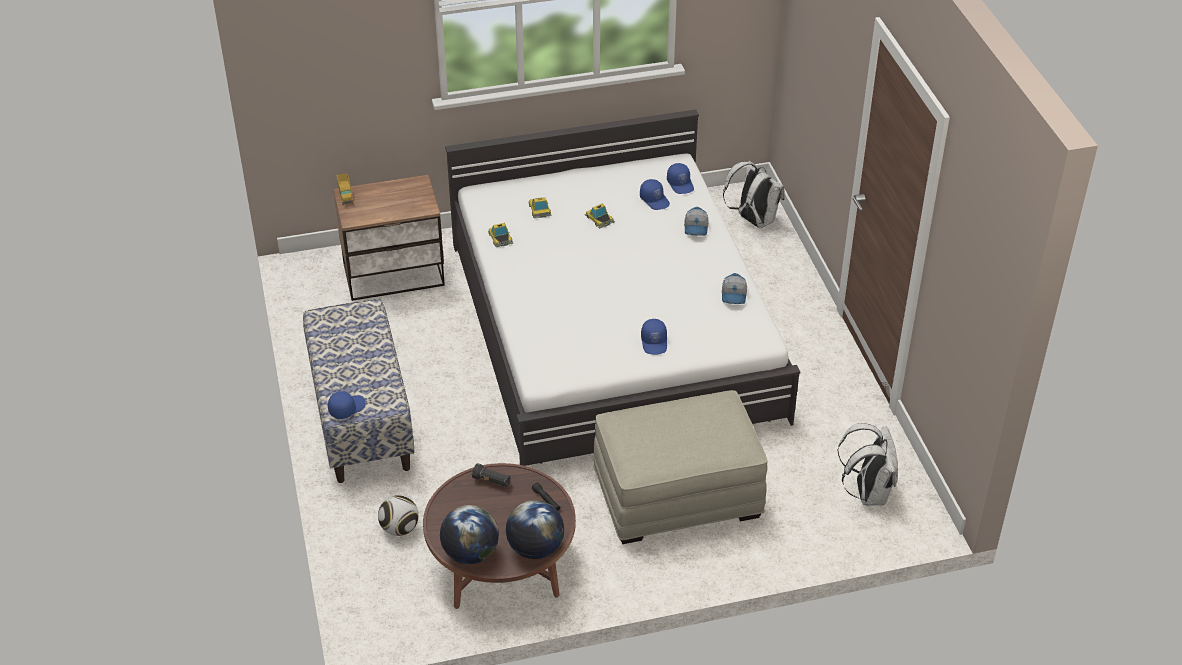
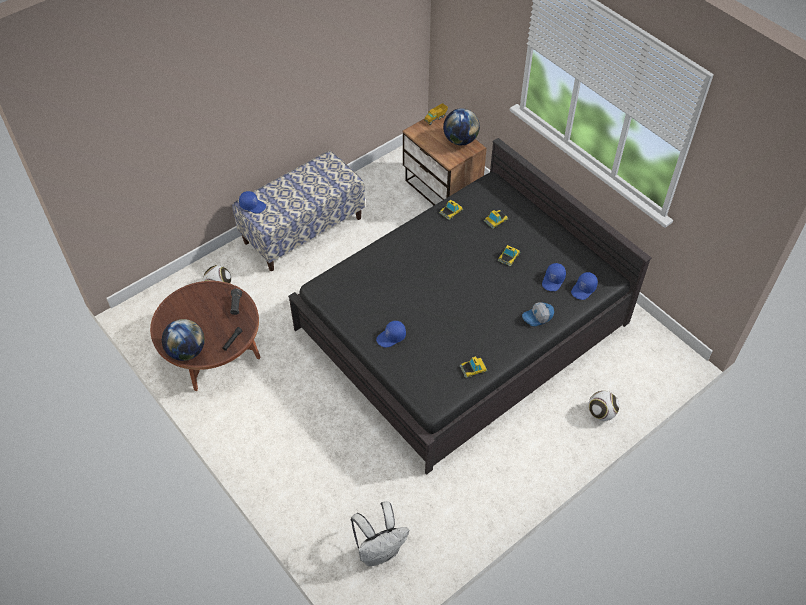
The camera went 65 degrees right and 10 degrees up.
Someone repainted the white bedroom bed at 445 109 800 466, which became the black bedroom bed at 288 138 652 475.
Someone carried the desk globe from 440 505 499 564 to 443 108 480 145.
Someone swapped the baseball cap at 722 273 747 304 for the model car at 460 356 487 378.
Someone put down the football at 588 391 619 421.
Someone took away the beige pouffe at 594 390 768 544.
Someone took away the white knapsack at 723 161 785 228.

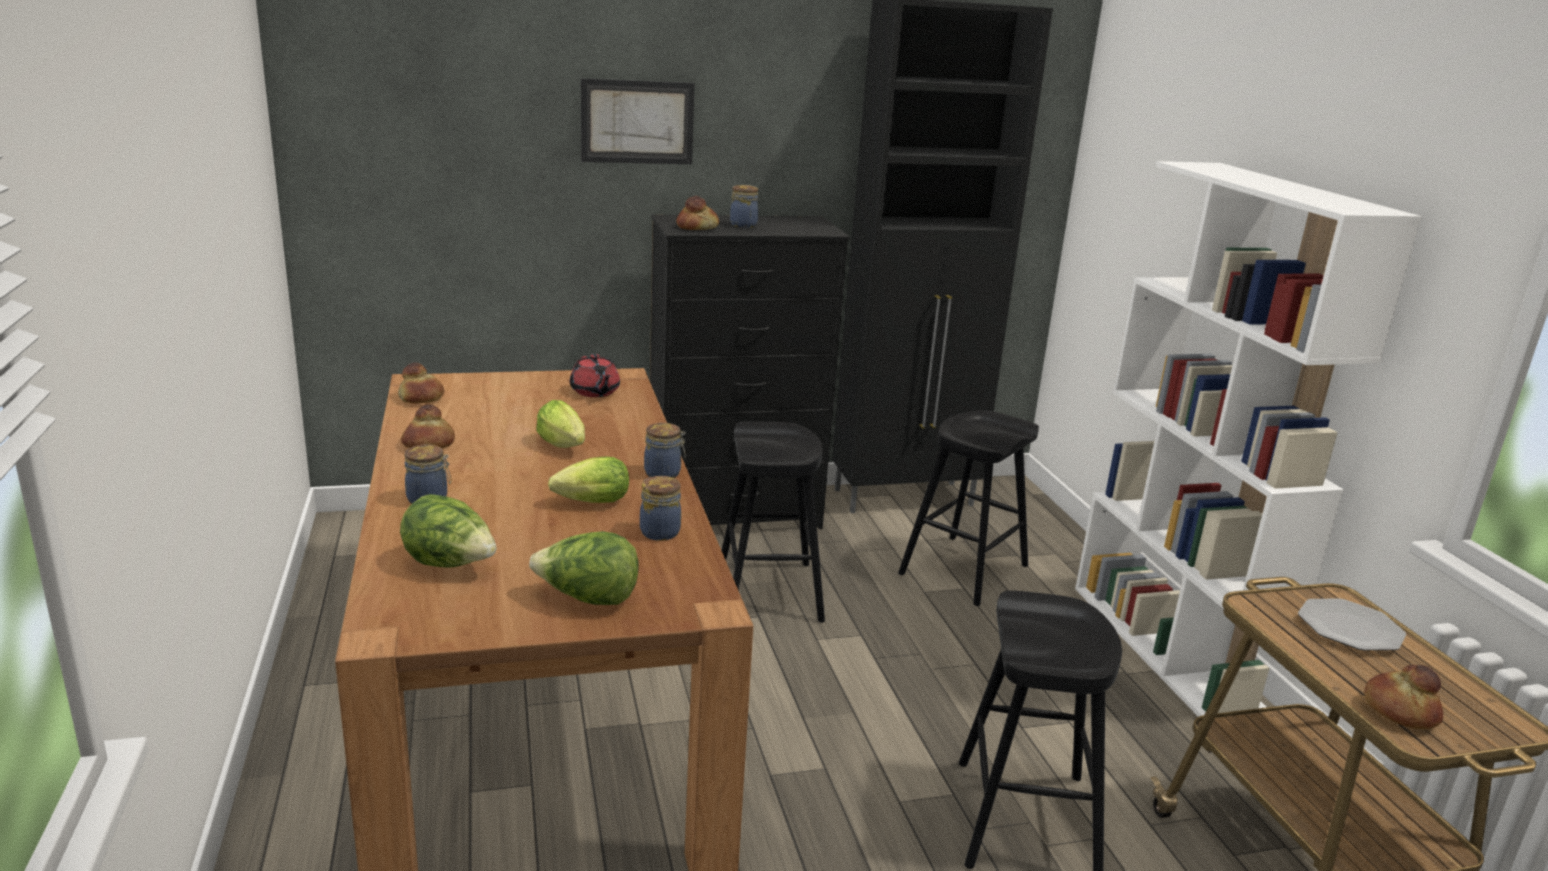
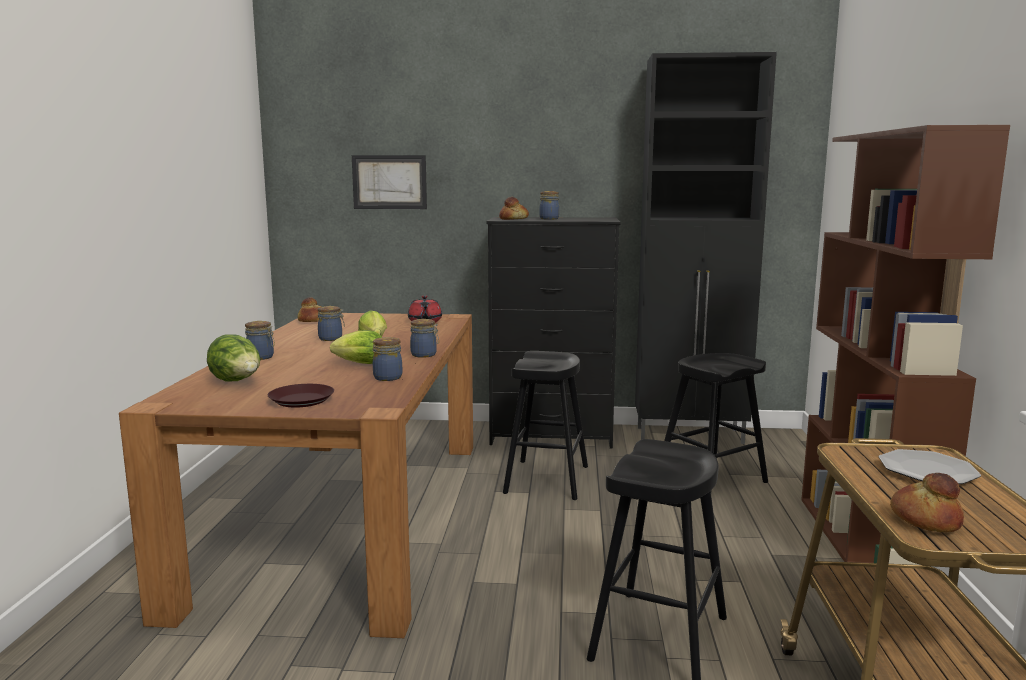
The camera went 20 degrees right and 10 degrees down.
Someone swapped the lettuce at 529 531 639 605 for the brownish flat dish at 268 384 334 407.
Someone put down the preserve jar at 318 306 345 341.
Someone carried the wall picture from 581 78 695 164 to 352 155 427 209.
Someone repainted the white bookcase at 1075 161 1422 717, which became the brownish bookcase at 801 125 1010 575.
Someone took away the bakery bread at 401 405 455 448.

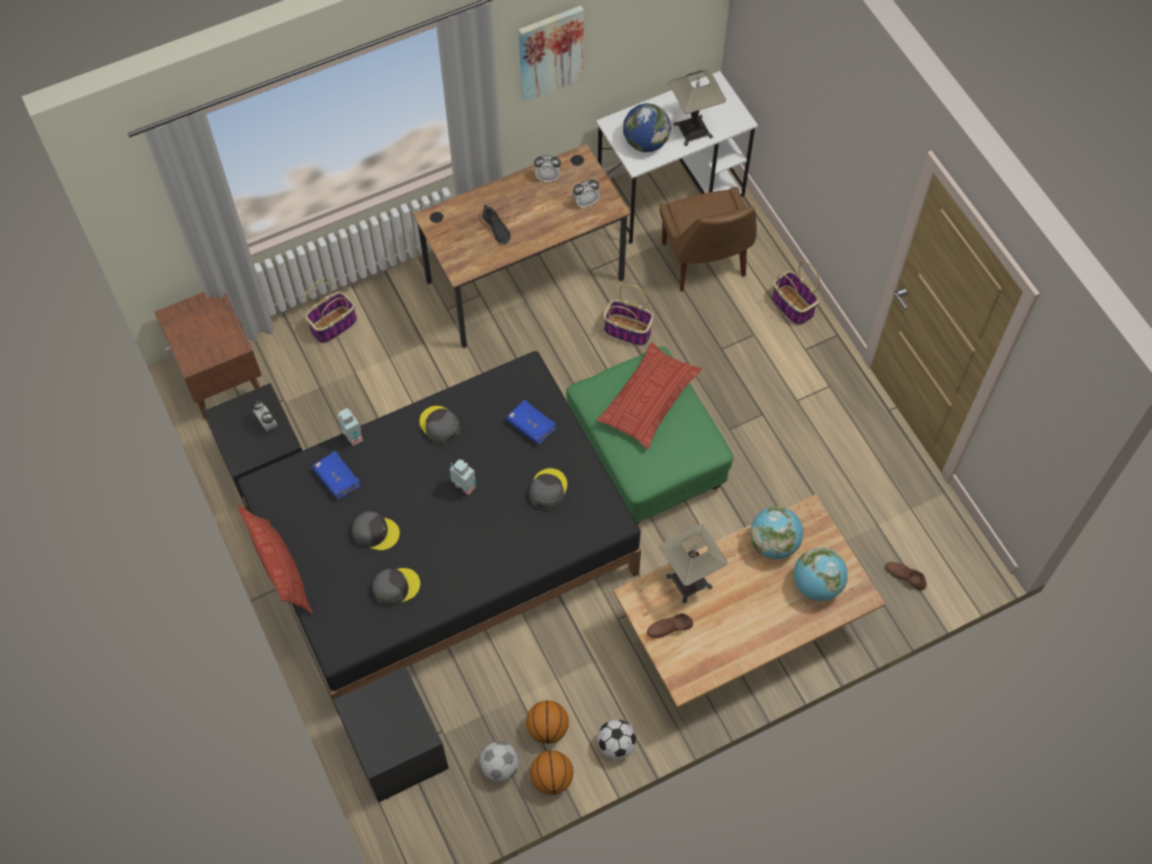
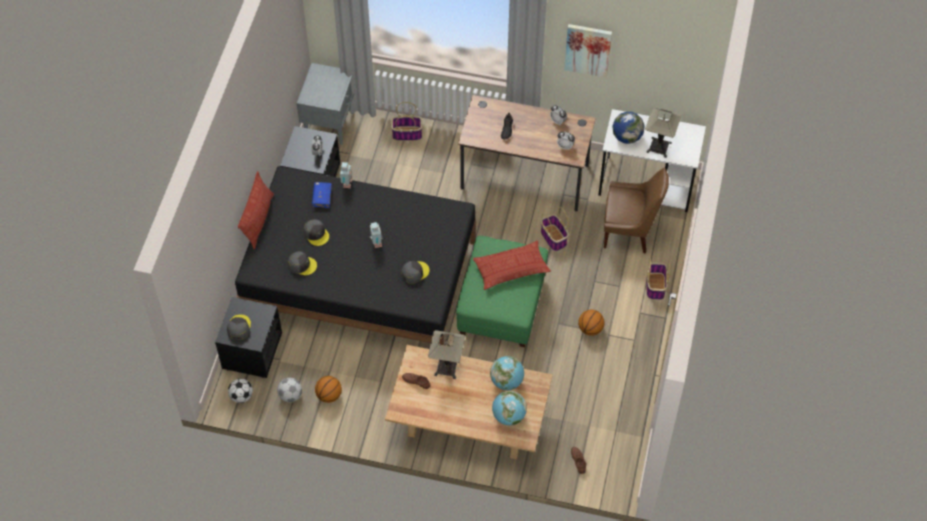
The camera went 40 degrees right and 5 degrees down.
Someone carried the gray baseball cap from 420 406 460 445 to 227 314 251 340.
Someone carried the football from 597 720 636 760 to 228 378 253 403.
Someone repainted the brownish nightstand at 155 292 262 420, which became the gray nightstand at 297 63 354 145.
Someone carried the ball for basketball from 530 750 573 795 to 578 310 605 336.
Someone rotated the brownish chair at 660 187 757 291 by 105 degrees counterclockwise.
Someone took away the blue-coloured volume at 506 400 556 445.

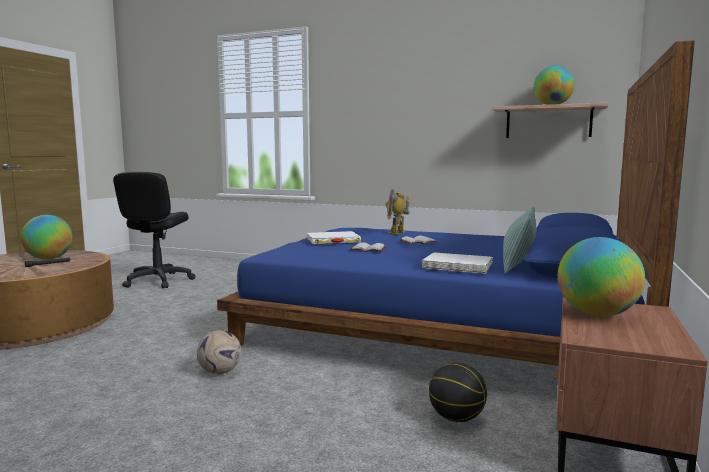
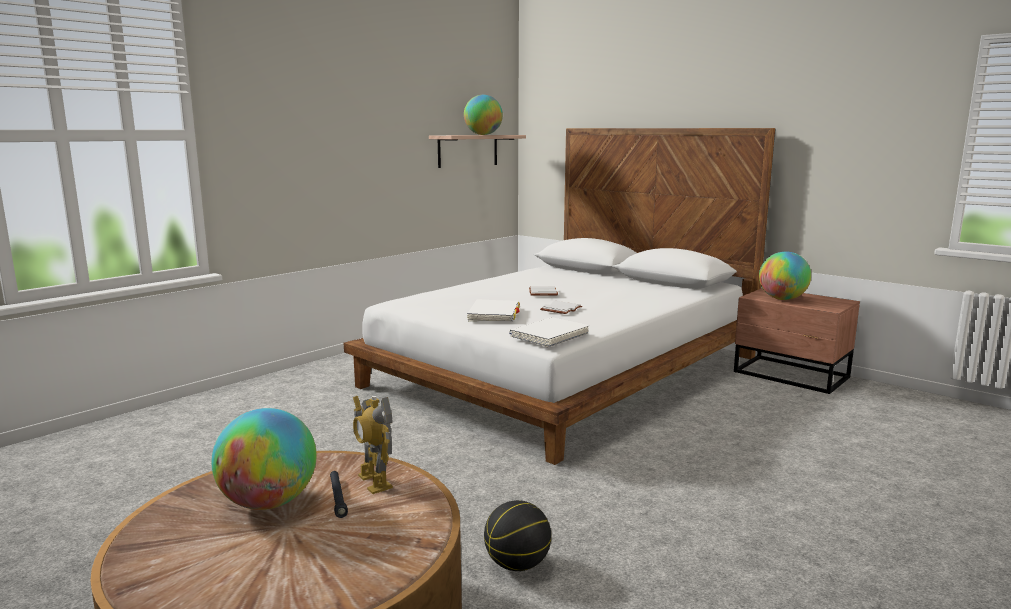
The camera went 70 degrees left and 5 degrees up.
Someone repainted the blue-coloured bedroom bed at 217 40 695 366, which became the white bedroom bed at 344 128 775 465.
Someone carried the model robot from 385 189 410 235 to 353 396 393 494.
Someone carried the ball for basketball from 429 363 487 422 to 484 500 551 571.
Someone carried the white volume from 422 252 493 274 to 509 317 589 348.
Someone took away the black desk chair at 113 172 195 288.
Someone took away the football at 197 330 242 374.
Someone took away the throw pillow at 503 207 536 274.

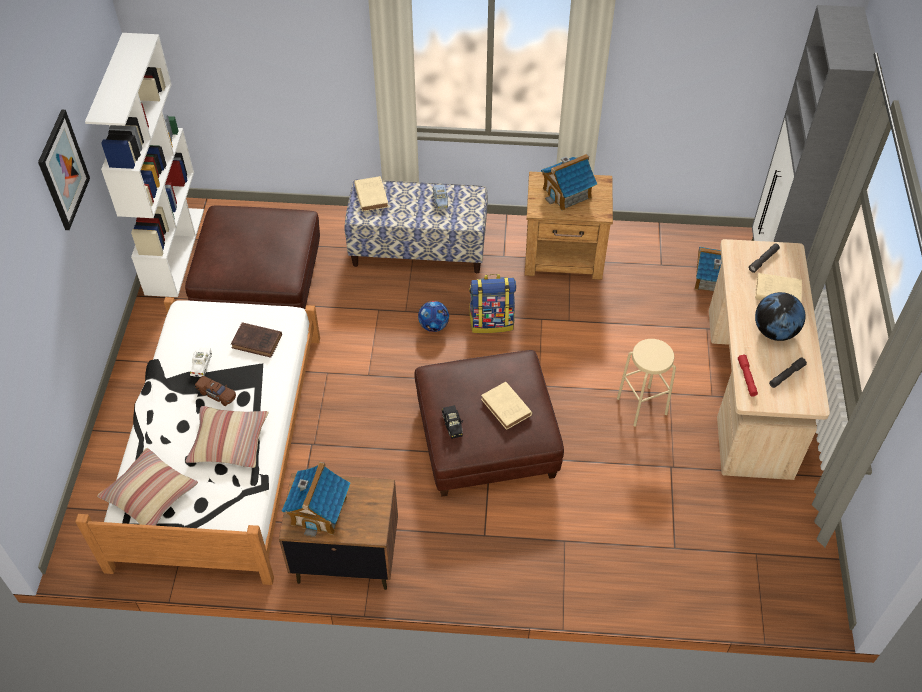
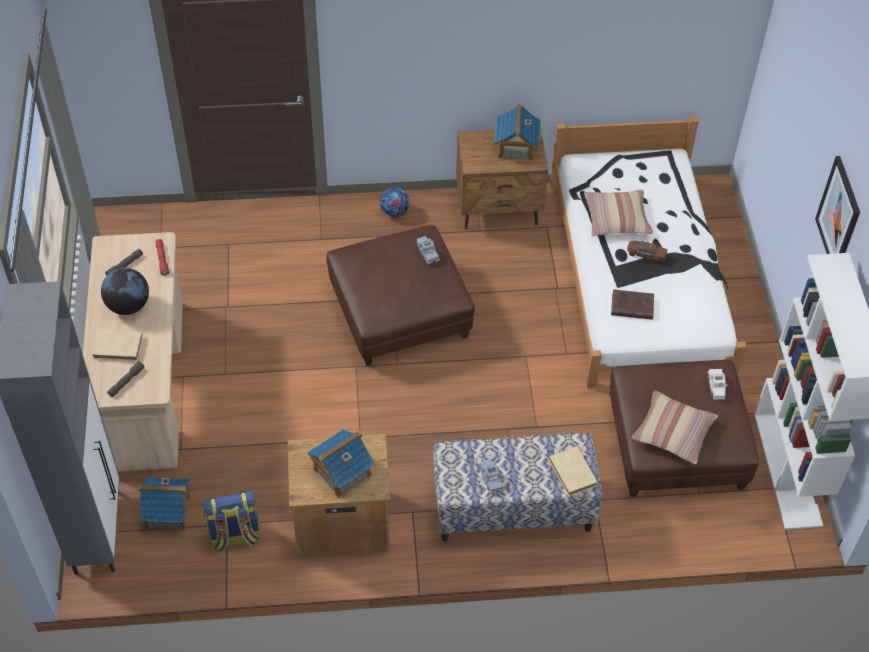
The camera went 170 degrees right and 0 degrees up.
Someone carried the knapsack from 469 274 516 333 to 202 491 262 552.
Someone carried the football from 418 301 449 332 to 380 187 409 217.
Someone repainted the black model car at 442 405 463 439, which became the blue-coloured model car at 417 236 440 264.
Someone carried the throw pillow from 97 448 198 526 to 632 390 718 464.
Someone carried the white model car from 190 347 212 377 to 708 369 728 399.
Someone took away the beige volume at 481 382 532 430.
Someone took away the beige stool seat at 617 339 676 427.

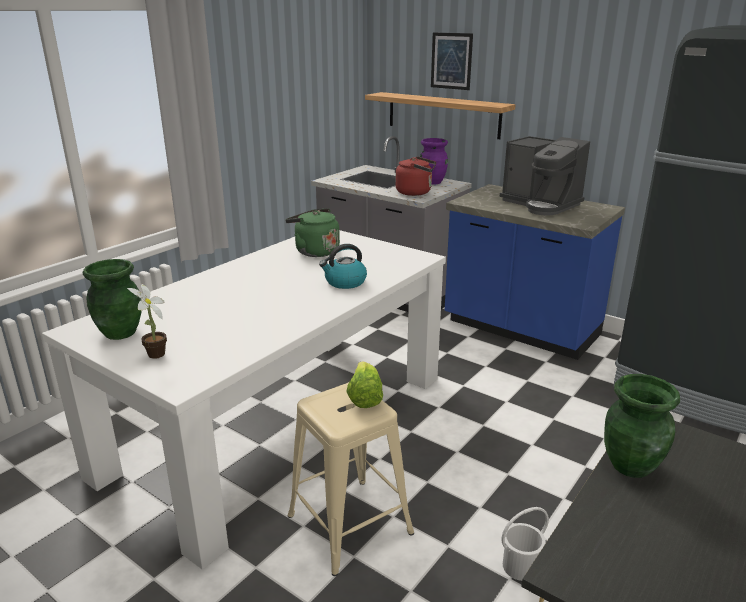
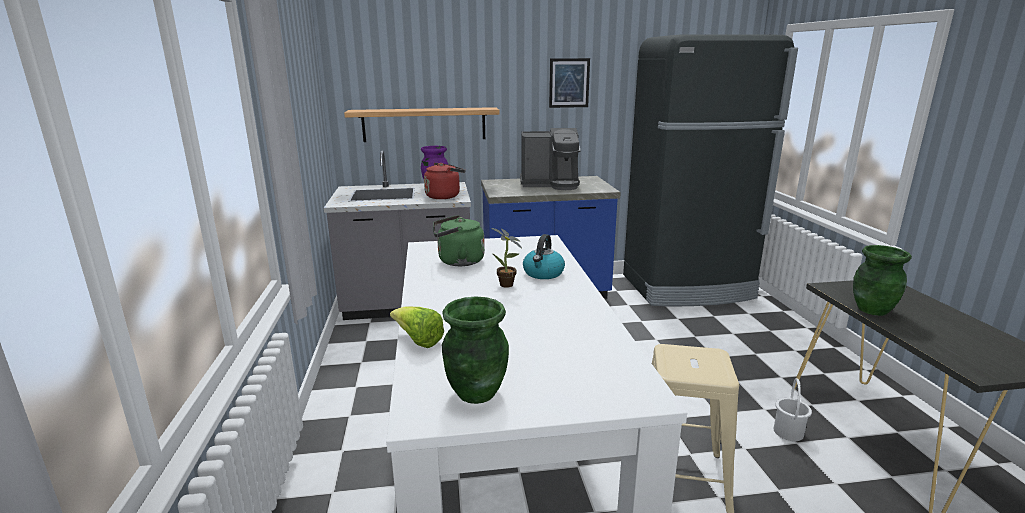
The camera went 45 degrees left and 5 degrees down.
Someone carried the lettuce from 346 361 383 408 to 390 306 444 348.
Someone carried the potted plant from 127 284 167 359 to 491 228 522 288.
Someone carried the wall picture from 431 32 473 90 to 549 58 590 108.

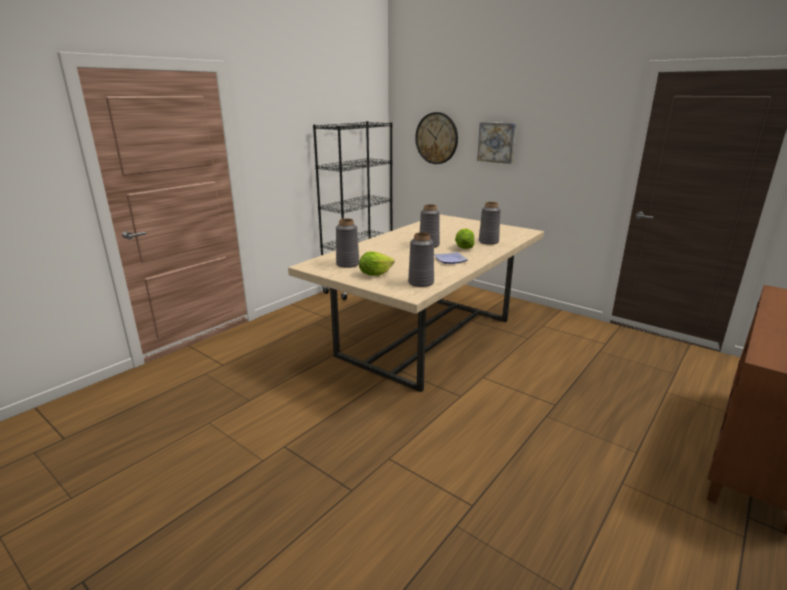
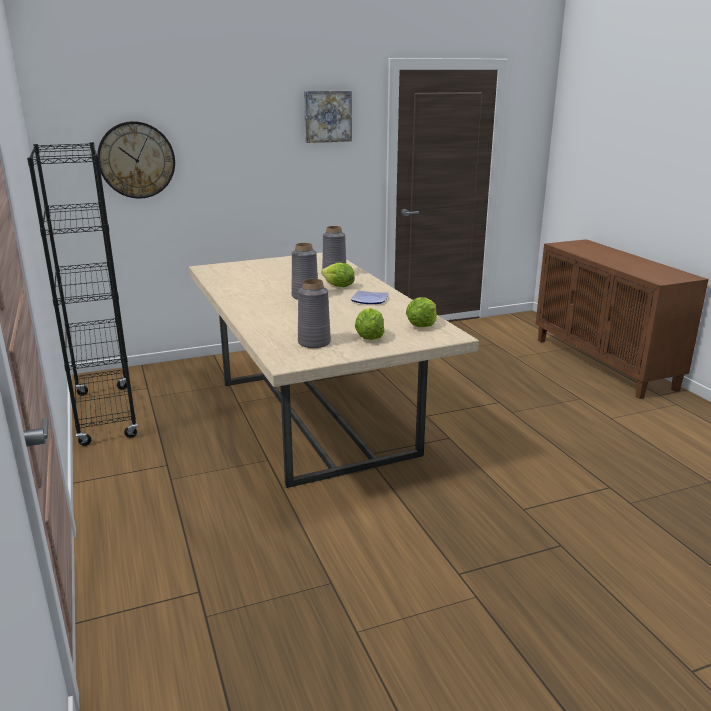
The camera went 60 degrees left and 0 degrees up.
Someone carried the wall picture from 477 122 516 164 to 304 91 352 143.
Someone swapped the gray decorative vase at 408 232 434 287 for the lettuce at 406 297 437 327.

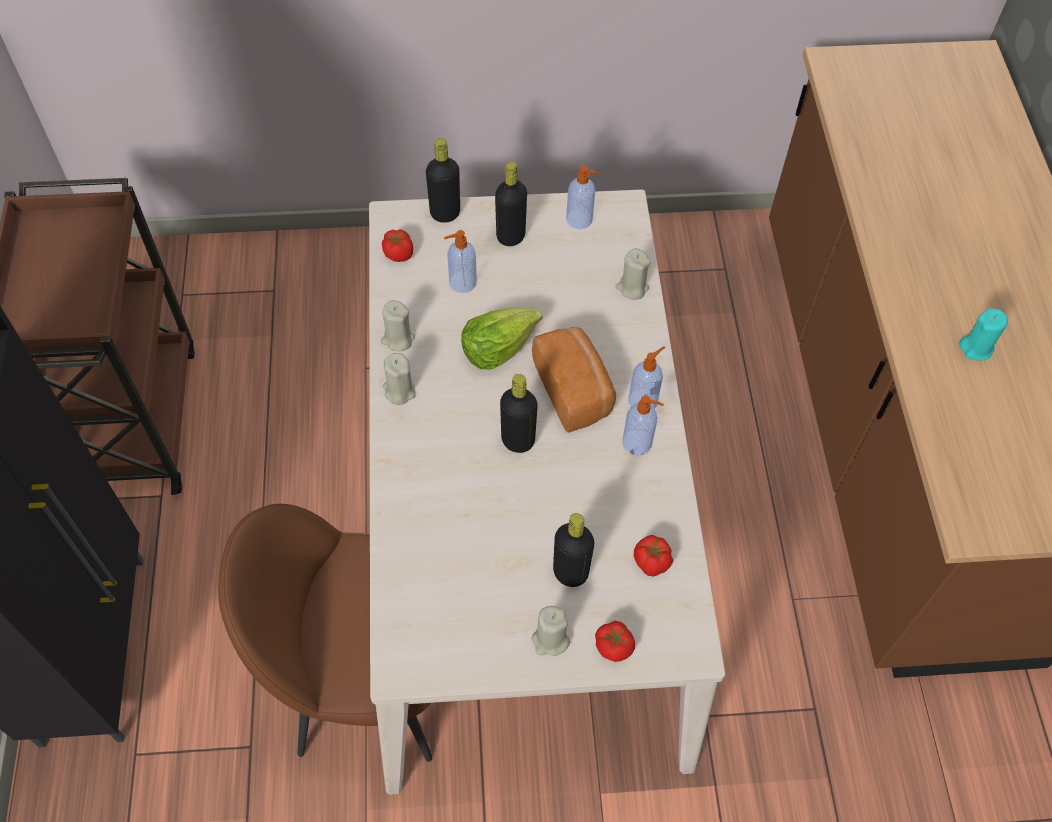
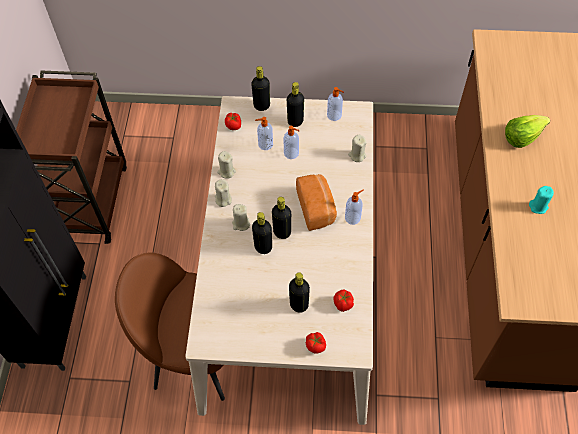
The camera went 10 degrees right and 0 degrees up.
Someone carried the beige wax candle from 531 606 570 656 to 232 204 250 231.
Someone put down the black drink bottle at 252 212 272 254.
Someone carried the soap dispenser from 622 395 664 456 to 283 126 300 159.
Someone carried the lettuce from 461 307 542 369 to 505 115 550 148.

